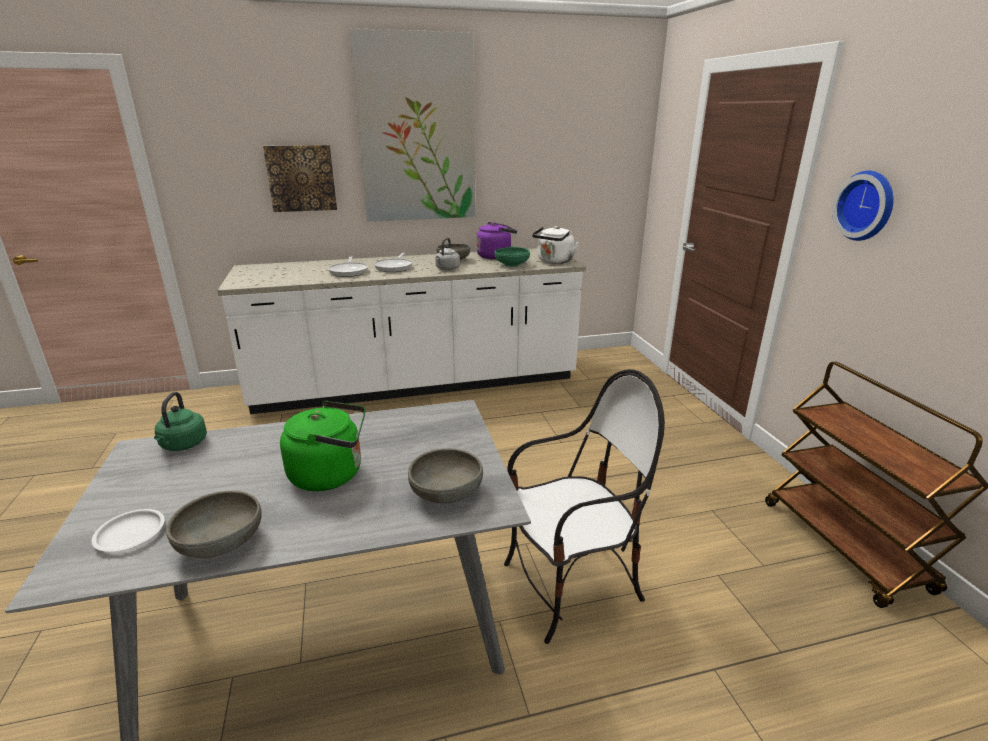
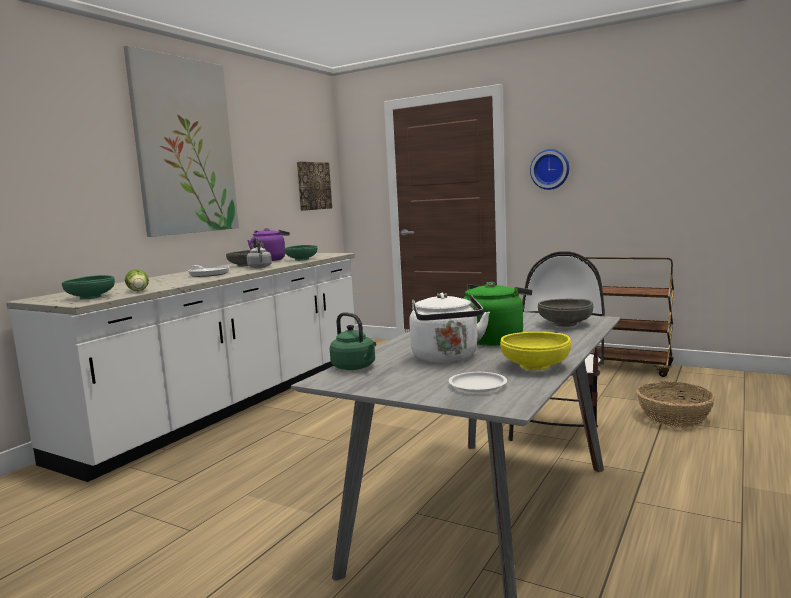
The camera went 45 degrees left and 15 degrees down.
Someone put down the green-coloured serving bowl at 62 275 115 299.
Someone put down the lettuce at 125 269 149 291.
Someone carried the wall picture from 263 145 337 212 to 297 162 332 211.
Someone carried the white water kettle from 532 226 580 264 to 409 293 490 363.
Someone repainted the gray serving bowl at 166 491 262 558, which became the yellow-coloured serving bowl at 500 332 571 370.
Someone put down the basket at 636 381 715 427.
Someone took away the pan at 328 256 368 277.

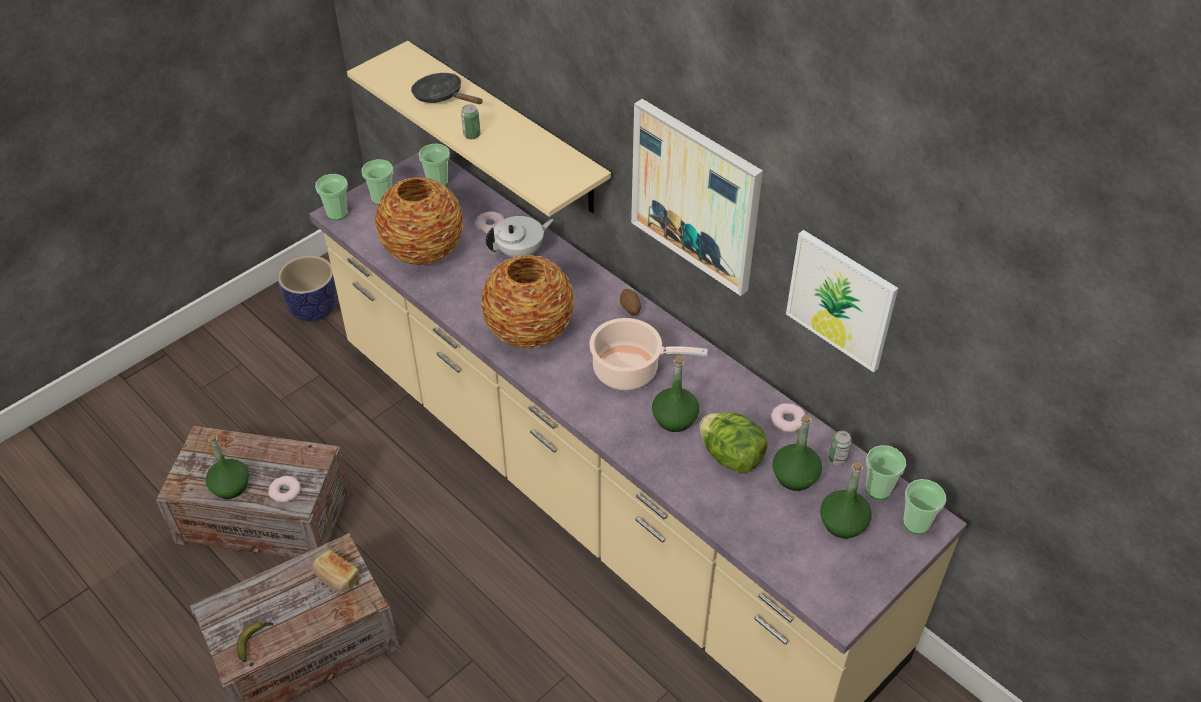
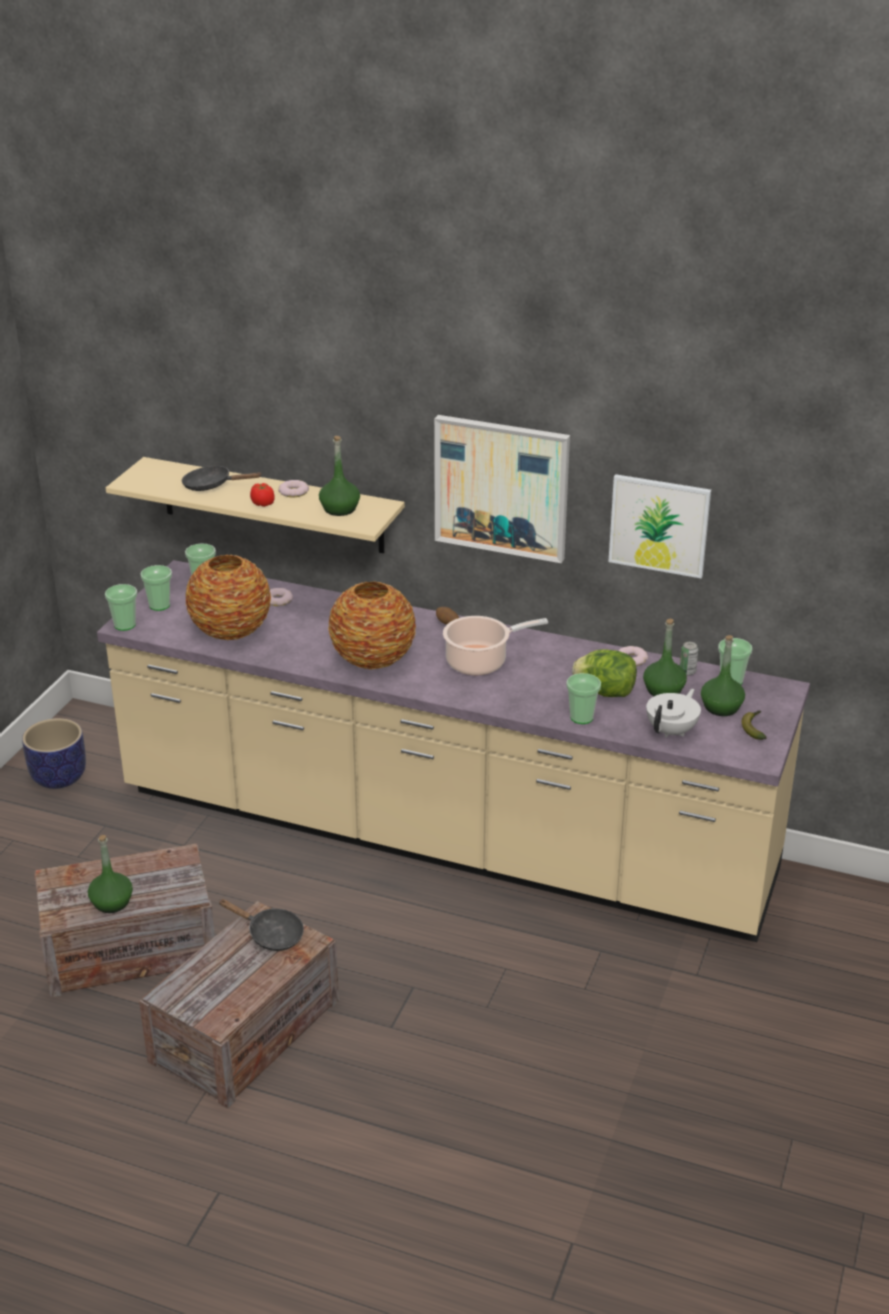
The camera went 25 degrees left and 15 degrees down.
Someone swapped the bakery bread at 312 550 360 592 for the black pan at 218 899 304 951.
Someone swapped the metal can at 461 104 480 139 for the tomato at 250 483 275 507.
Someone carried the donut from 268 476 301 503 to 278 480 309 497.
Someone carried the green-coloured drink bottle from 652 356 699 432 to 319 436 360 516.
Someone carried the cup from 903 479 946 534 to 566 673 601 724.
Someone carried the white pot for tea from 486 216 553 257 to 646 689 701 738.
Someone carried the banana fruit from 237 622 273 662 to 742 710 767 740.

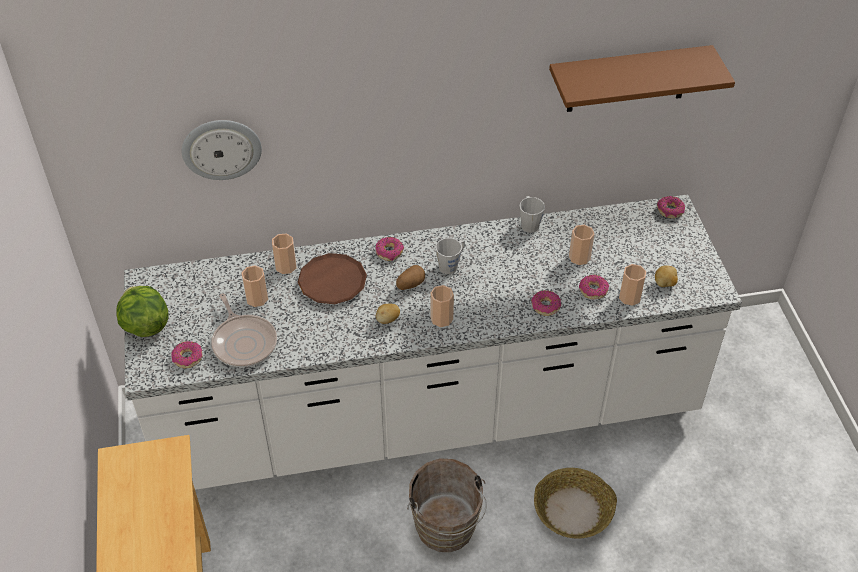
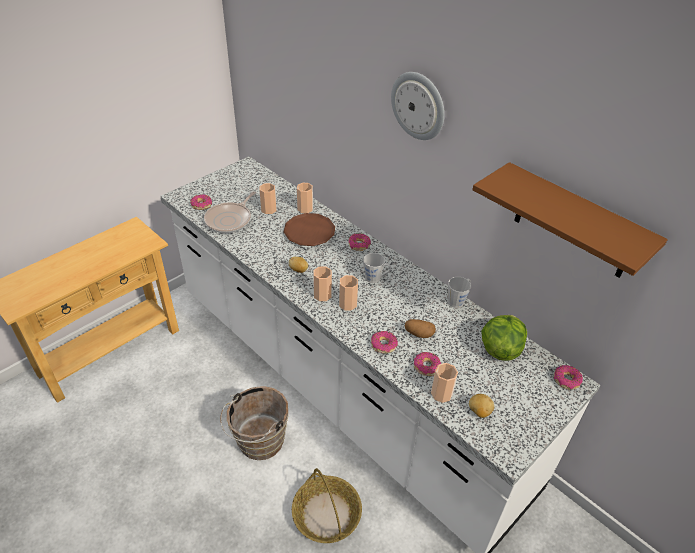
The camera went 55 degrees right and 5 degrees down.
Someone carried the cup from 569 225 595 265 to 339 275 358 311.
Someone carried the clock on the wall from 182 120 262 180 to 391 72 445 140.
Someone carried the whole potato from 396 265 425 290 to 405 319 436 338.
Someone carried the lettuce from 116 286 169 337 to 481 315 527 361.

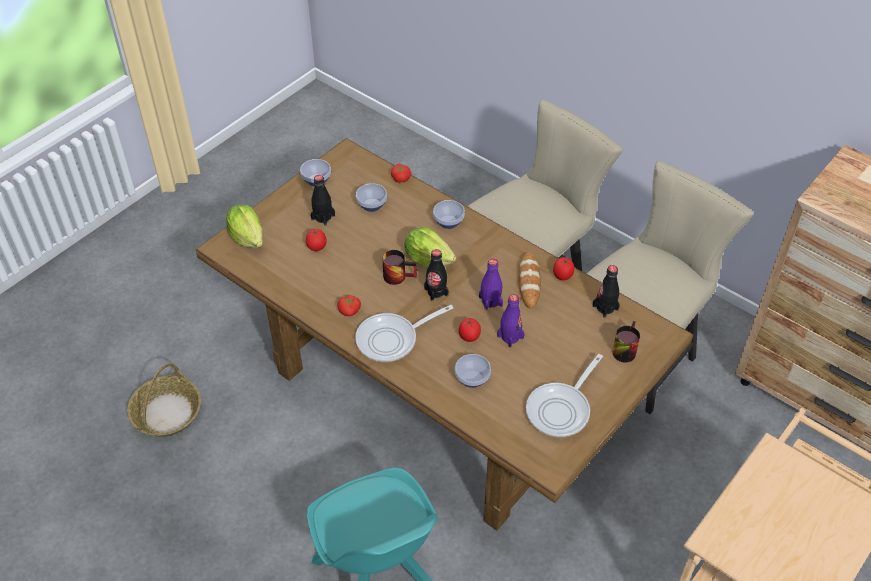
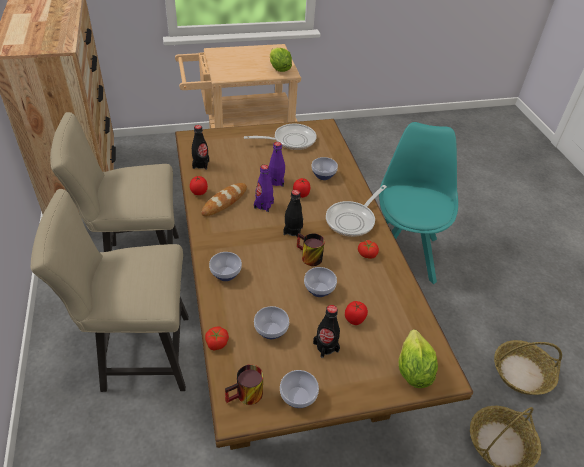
The camera went 145 degrees left and 5 degrees down.
Someone carried the tea mug from 612 321 640 363 to 225 364 263 405.
Someone carried the lettuce from 404 227 457 267 to 270 48 292 72.
Someone put down the serving bowl at 304 267 337 297.
Someone rotated the pan at 355 305 453 362 by 120 degrees clockwise.
Someone put down the basket at 494 340 562 395.

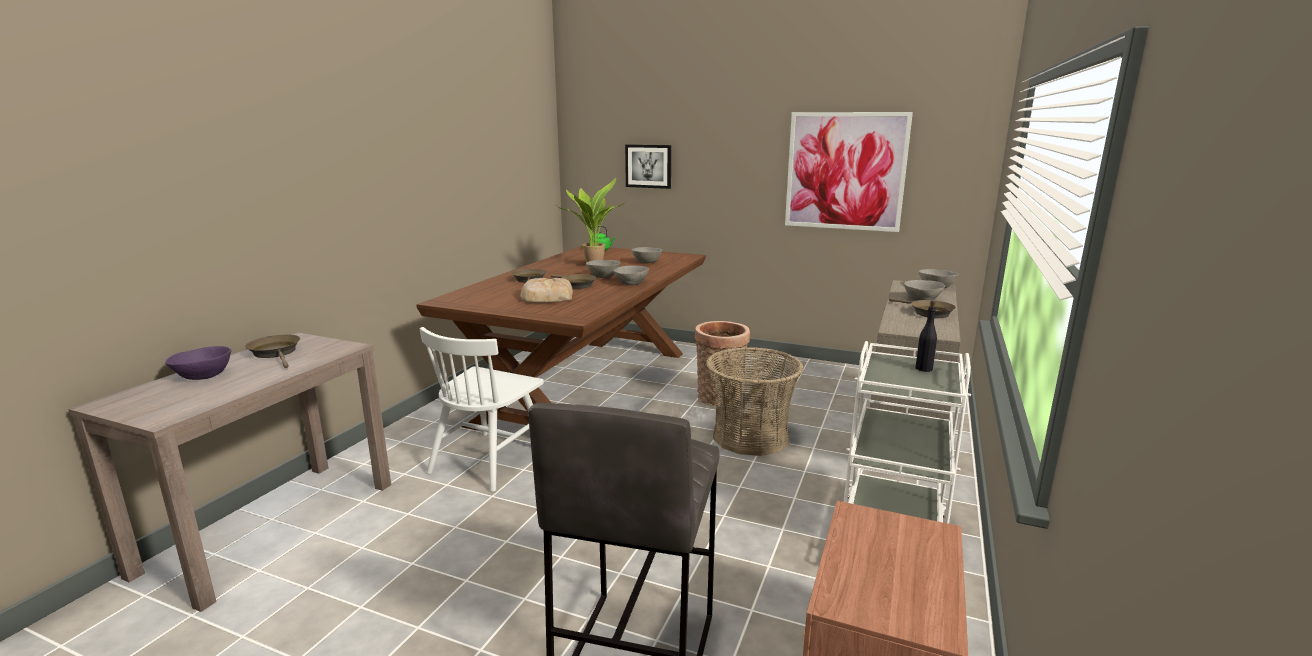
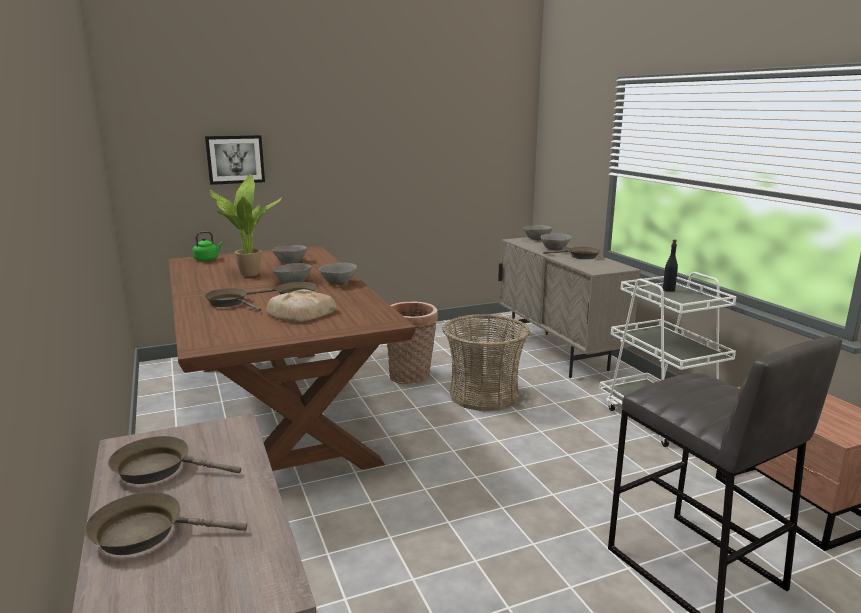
The camera went 45 degrees left and 0 degrees up.
Someone swapped the purple-coloured serving bowl at 165 346 231 380 for the brownish pan at 85 492 247 555.
Someone took away the white chair at 420 327 544 492.
Someone took away the wall picture at 785 112 913 232.

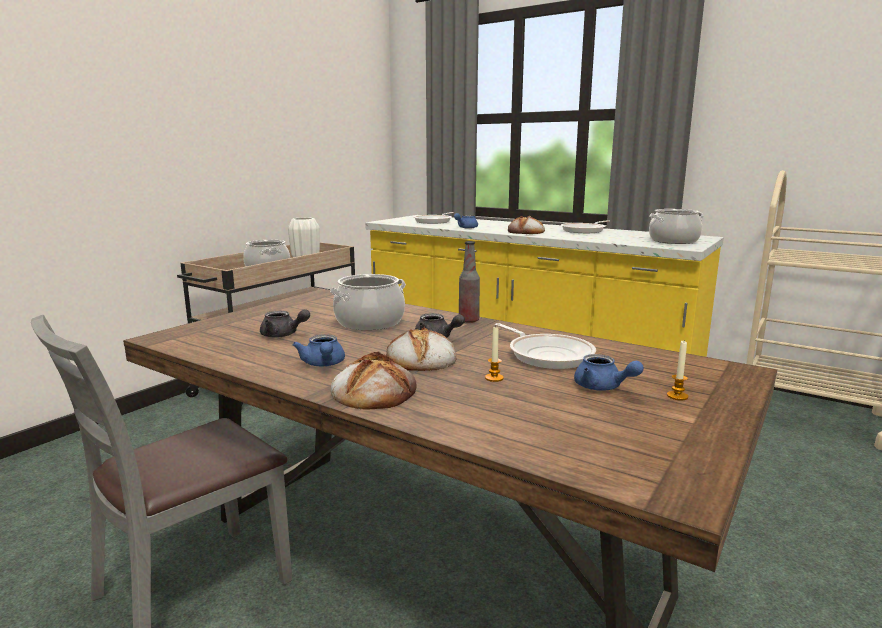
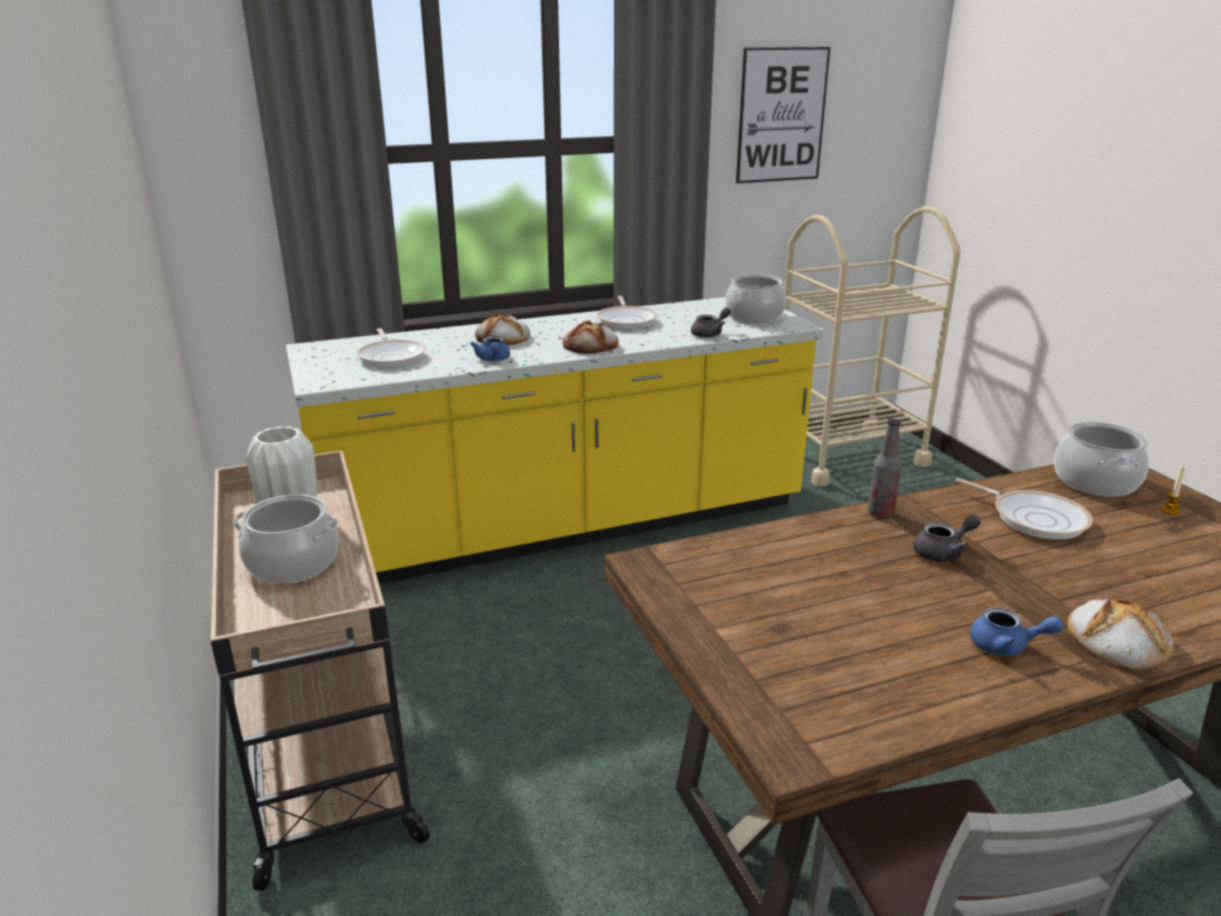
The camera went 55 degrees left and 10 degrees up.
Someone carried the bakery bread from 386 327 457 371 to 475 314 530 345.
Someone carried the gray pot for tea from 260 309 310 338 to 691 307 731 338.
Someone put up the wall picture at 736 47 831 183.
Someone rotated the pan at 495 323 596 369 by 45 degrees clockwise.
Someone carried the cooking pot from 330 274 406 330 to 1054 422 1149 497.
Someone took away the wax candle at 485 326 504 382.
Someone took away the blue-coloured pot for tea at 574 354 644 391.

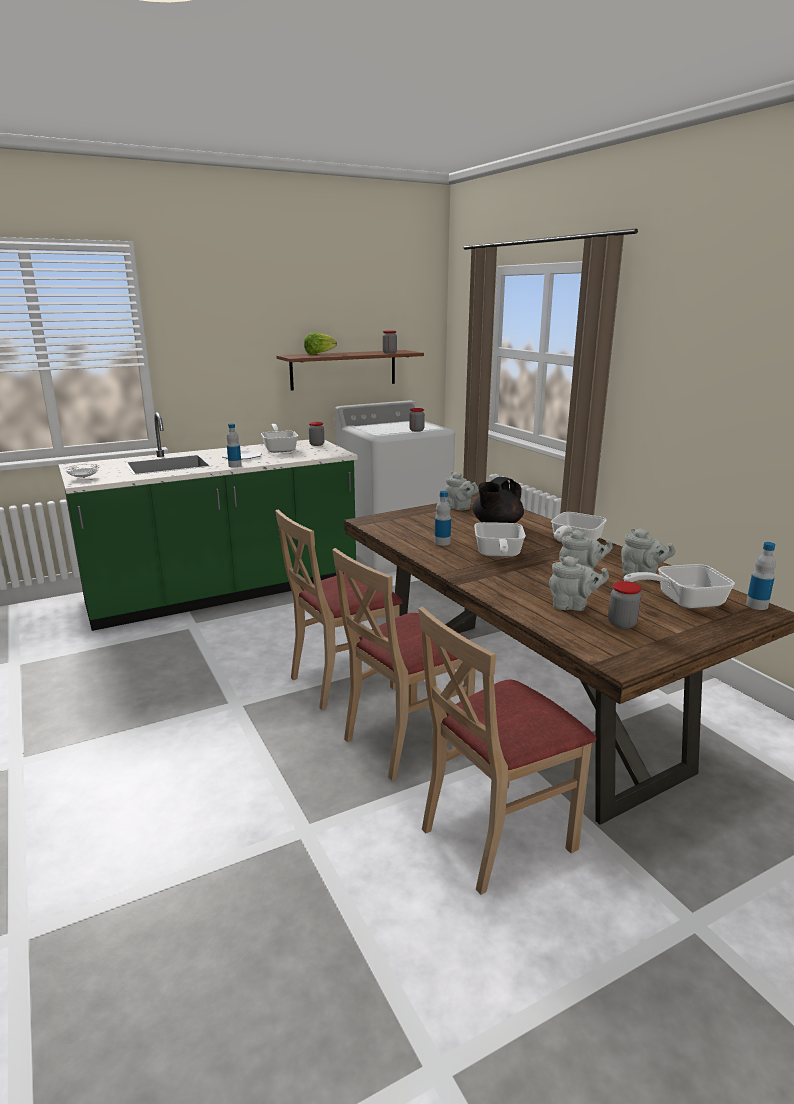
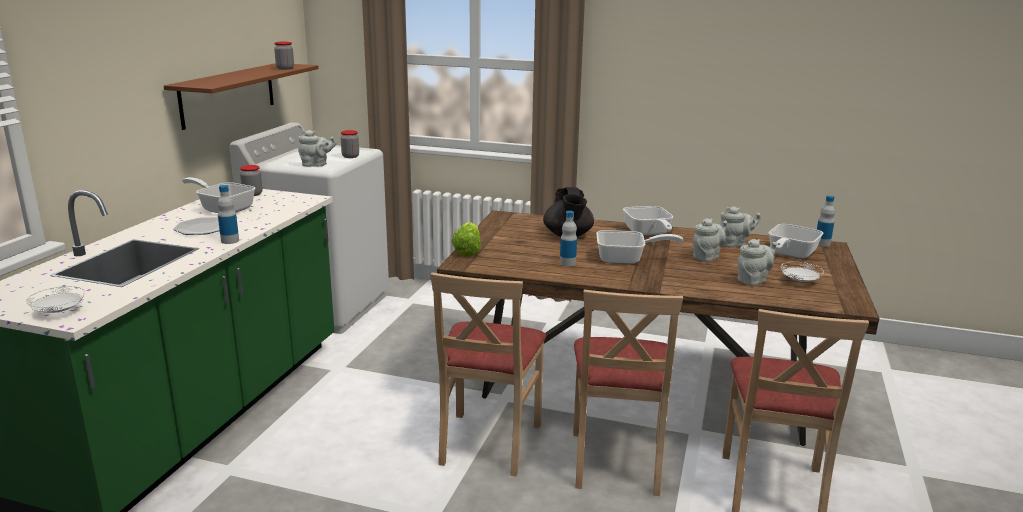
The camera went 45 degrees left and 0 degrees up.
Someone carried the gray pot for tea from 445 471 479 510 to 298 130 337 167.
Someone carried the lettuce from 304 332 337 354 to 452 222 481 257.
Someone rotated the pan at 474 522 526 557 by 45 degrees counterclockwise.
Someone swapped the preserve jar at 608 581 641 629 for the white flat dish at 781 262 824 282.

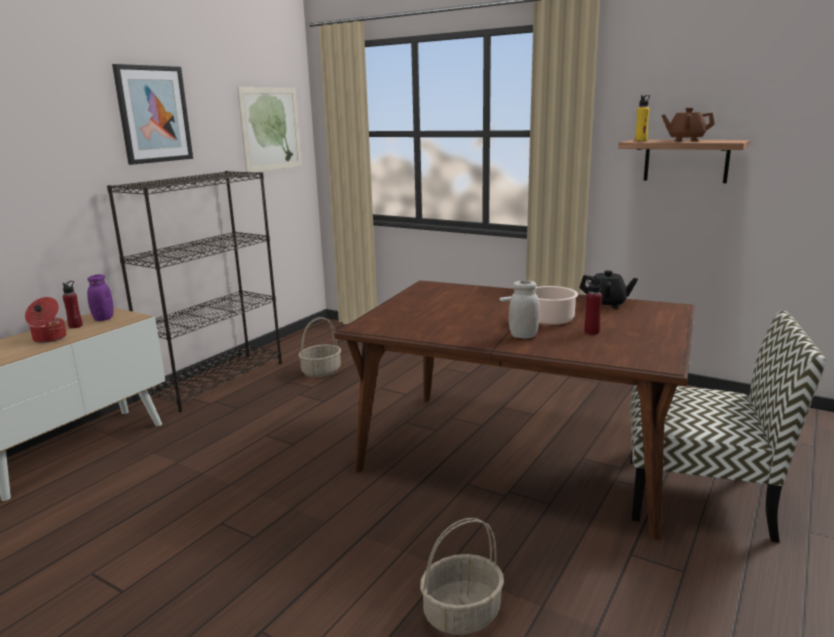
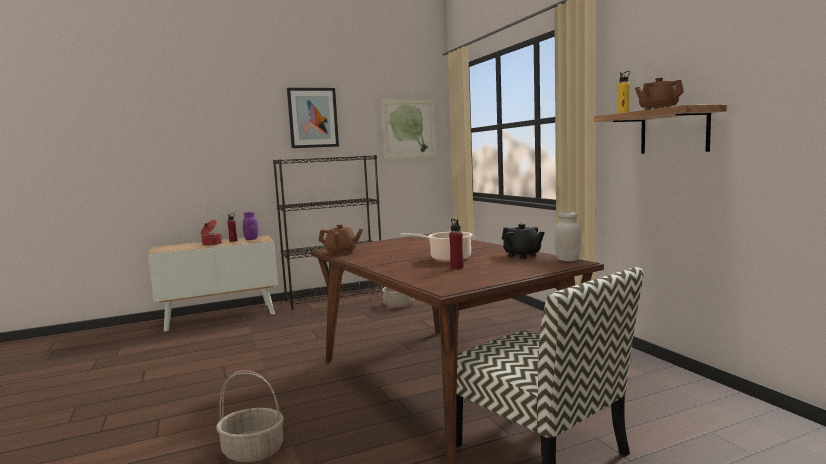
The camera went 35 degrees right and 10 degrees down.
Someone put down the brownish pot for tea at 319 224 363 255.
Someone carried the white preserve jar from 509 280 540 339 to 555 212 581 261.

